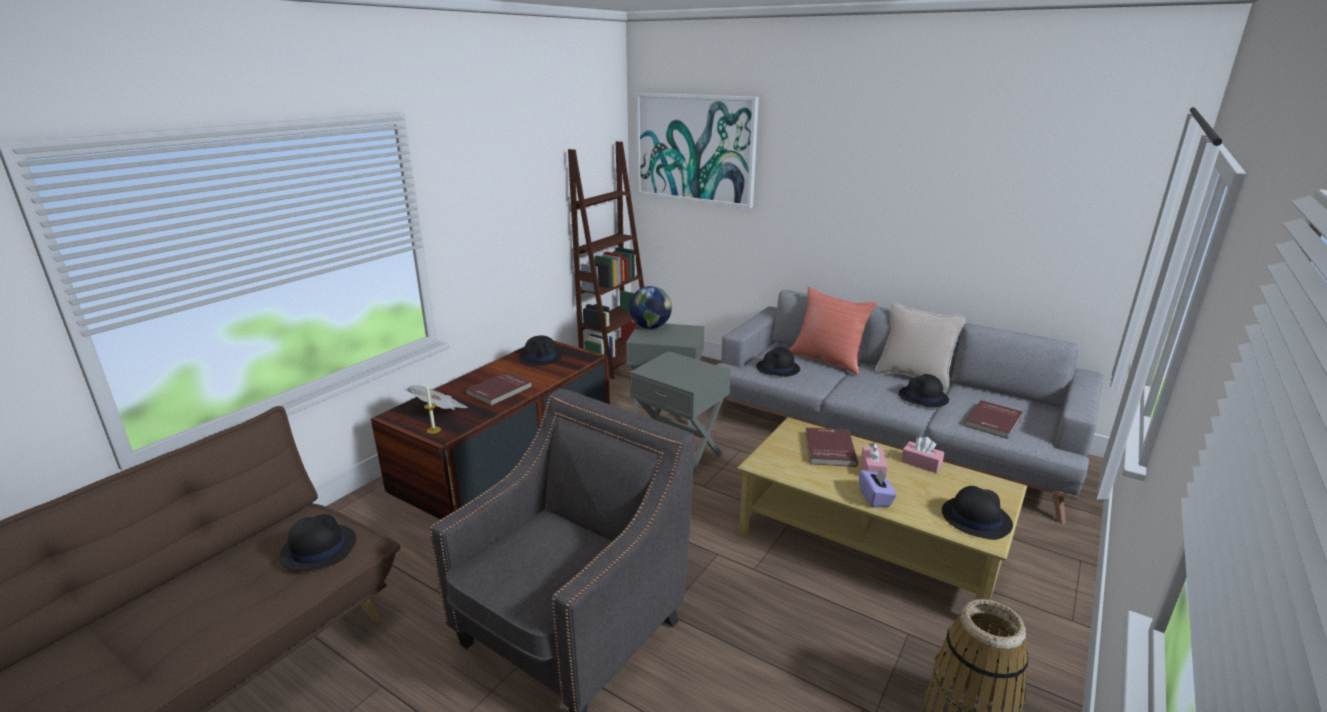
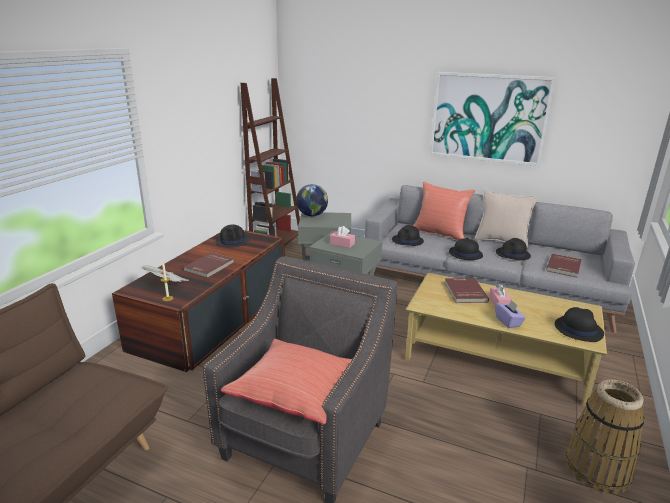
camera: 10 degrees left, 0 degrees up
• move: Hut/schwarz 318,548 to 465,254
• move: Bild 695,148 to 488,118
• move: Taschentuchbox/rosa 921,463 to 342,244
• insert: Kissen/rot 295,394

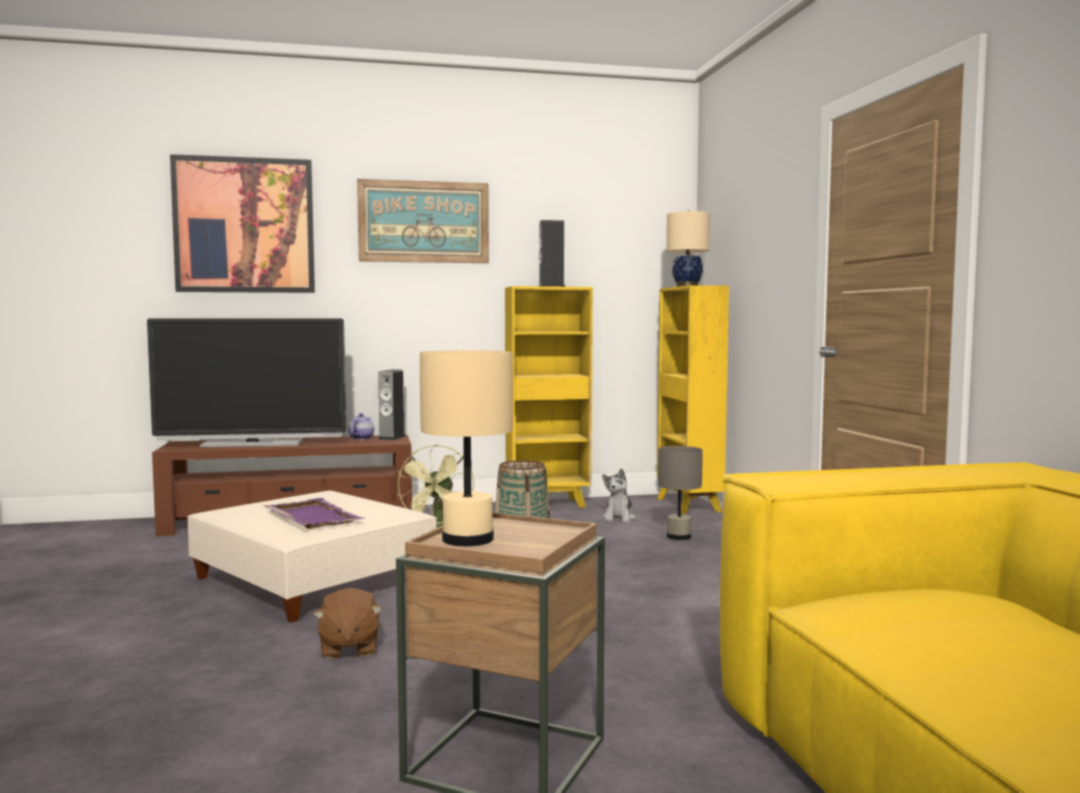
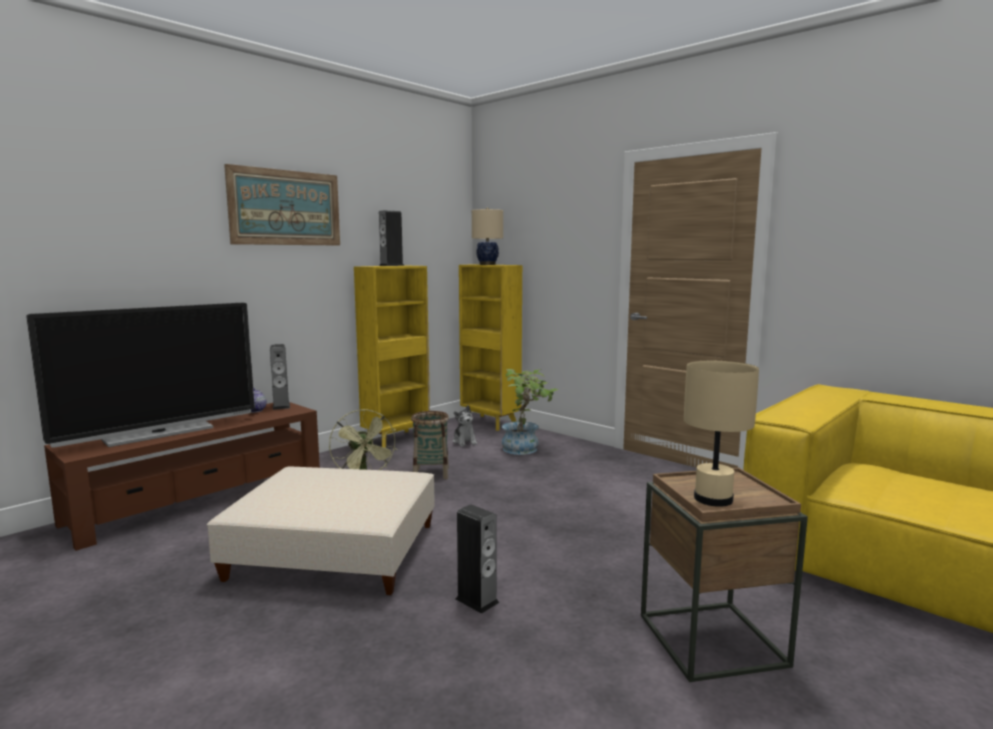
camera: 35 degrees left, 5 degrees up
• delete: Bild 244,225
• delete: Tablett/lila 312,516
• replace: Plüschtier/braun 348,648 to Lautsprecher 477,601
• replace: Tischlampe/grau 679,537 to Topfpflanze 525,449

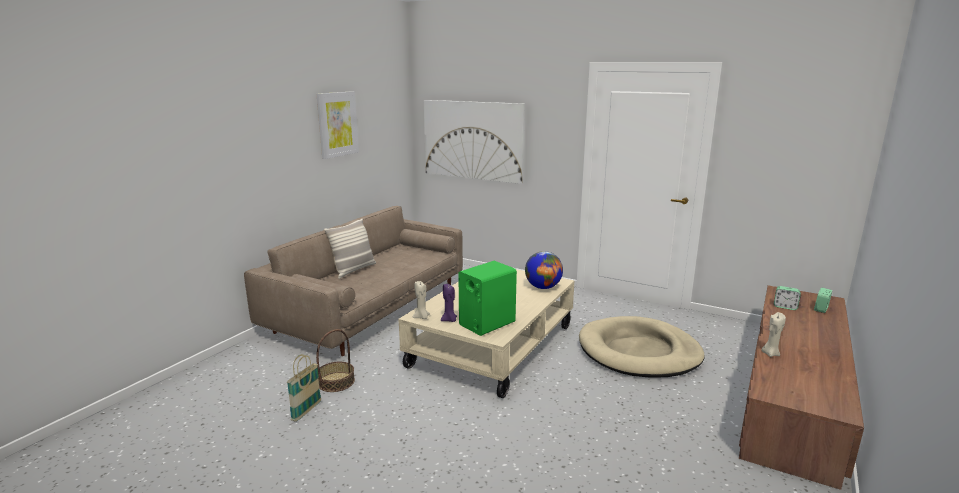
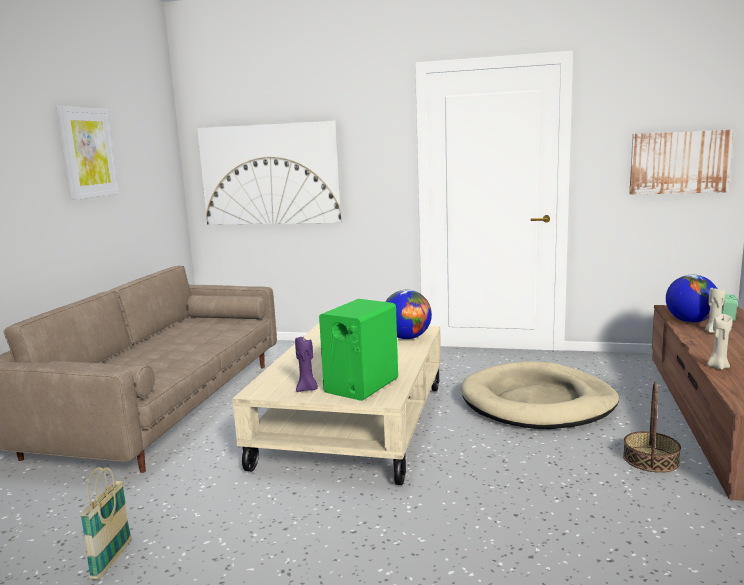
camera: 15 degrees left, 5 degrees down
• move: Korb 336,382 to 650,459
• delete: Kissen 353,270
• move: Kerze/beige 421,317 to 714,331
• replace: Wecker 785,307 to Globus 690,321
• insert: Bild 679,162

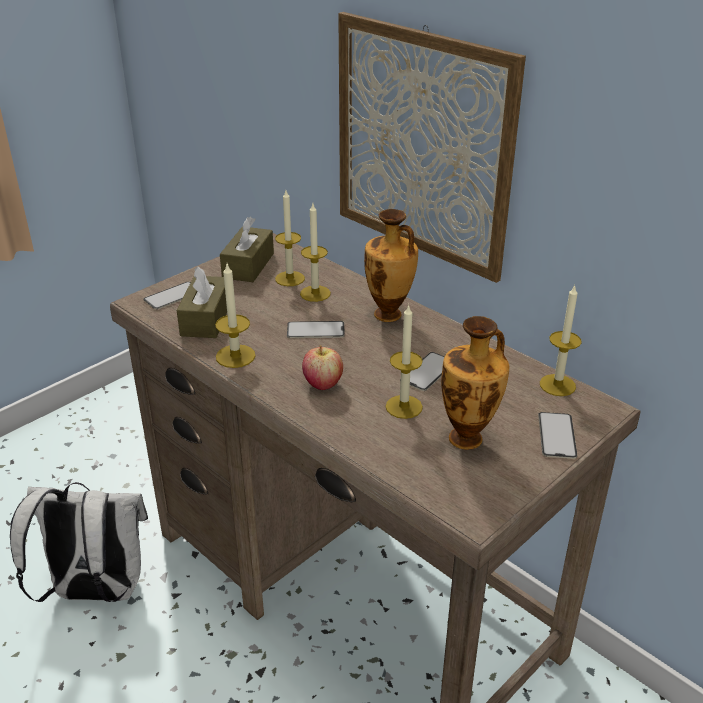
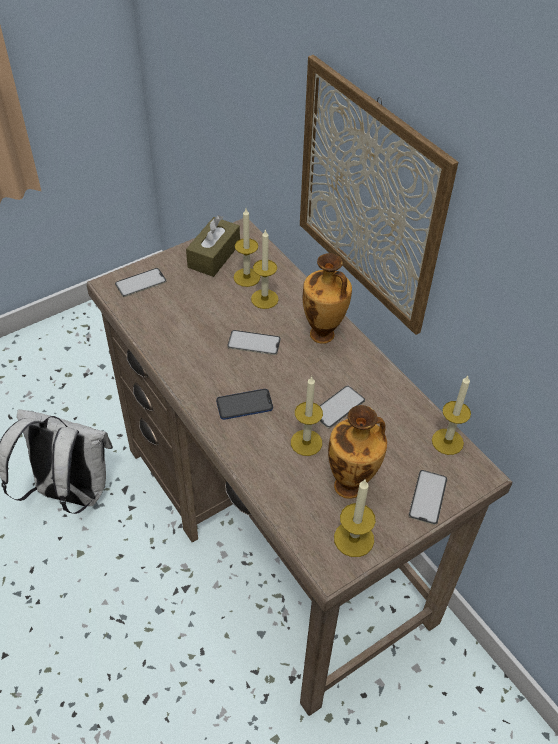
camera: 10 degrees right, 15 degrees up
• delete: Taschentuchbox/braun 206,319
• move: Kerze 235,356 to 354,538
• replace: Apfel 323,384 to Handy 244,405

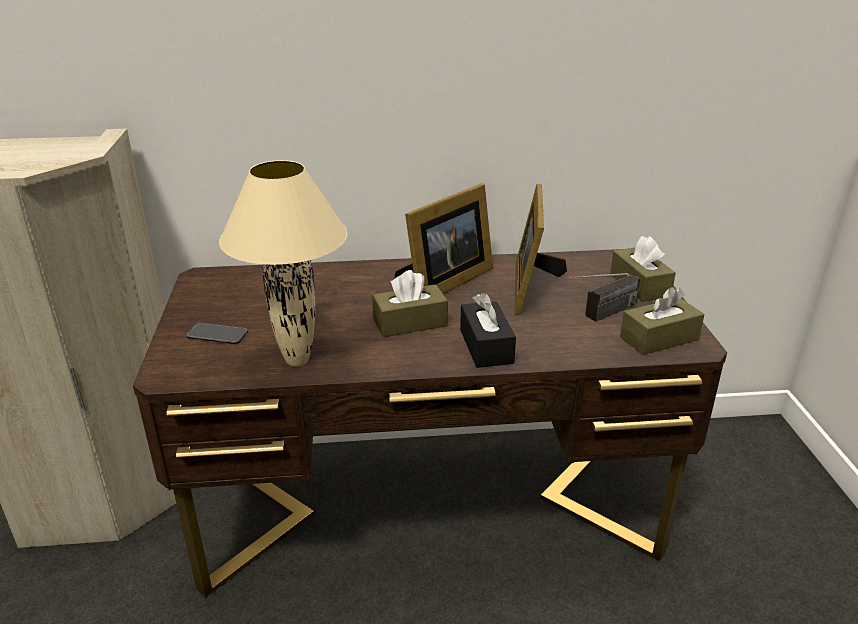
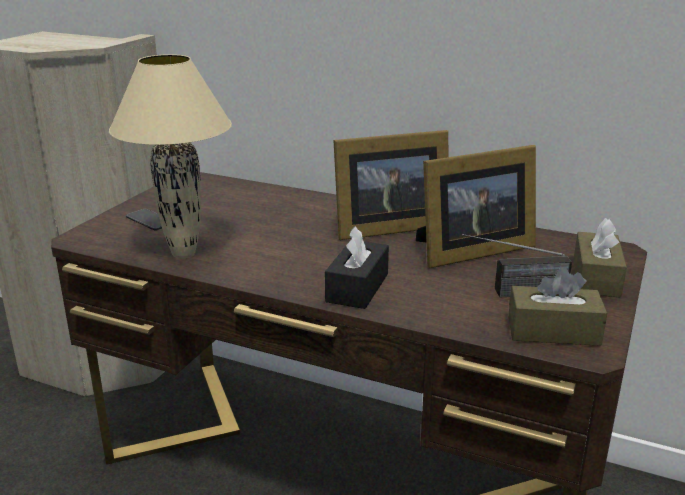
camera: 30 degrees right, 5 degrees down
• delete: Taschentuchbox/braun 410,323
• rotate: Bilderrahmen 532,287 = 470,251 150 degrees counterclockwise

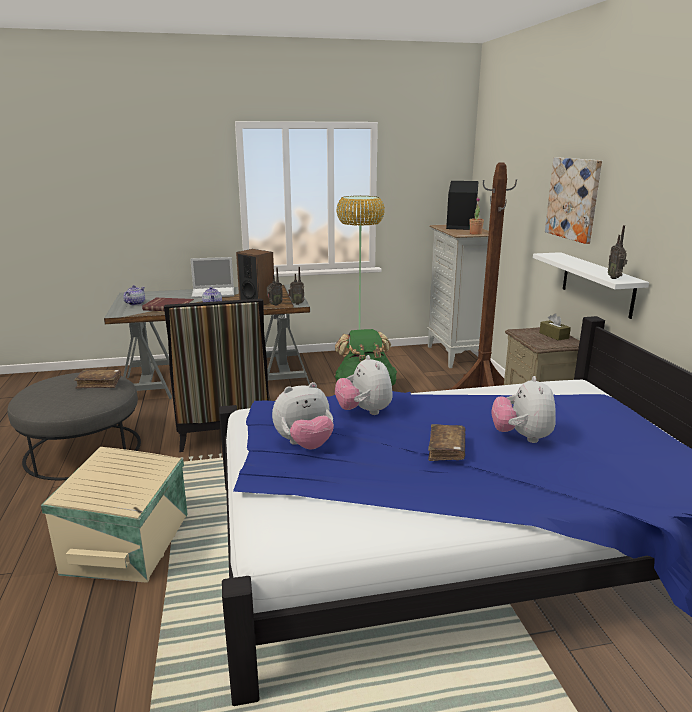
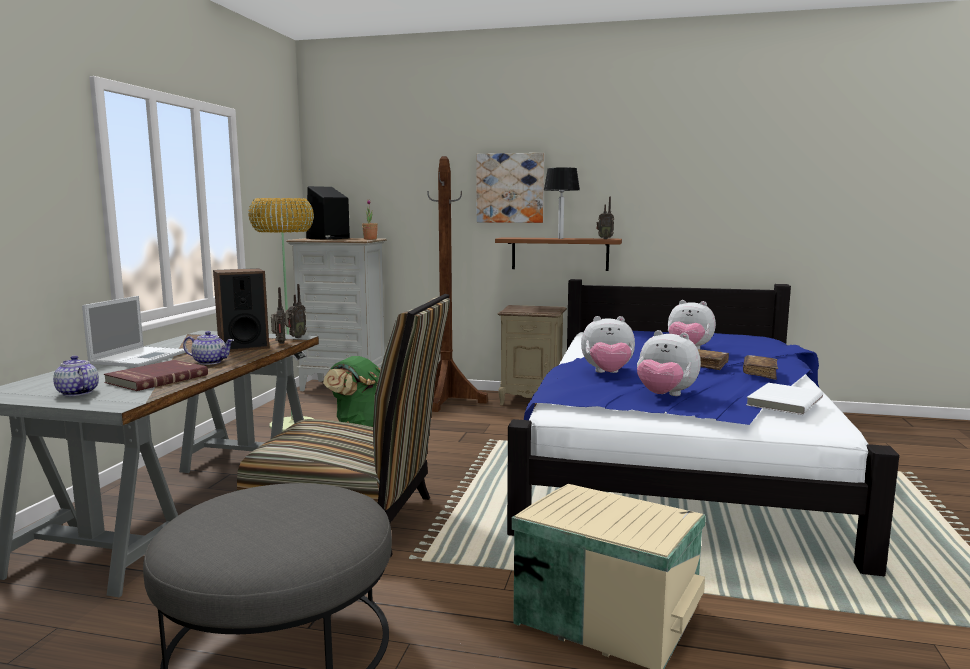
camera: 65 degrees left, 10 degrees down
• move: Buch/braun 99,383 to 759,373
• rotate: Plüschtier 305,445 = 665,396 120 degrees clockwise
• recolor: Wandregal/weiß 597,284 to Wandregal/braun 559,254
• delete: Taschentuchbox/braun 554,335
• insert: Tischlampe 561,238
• insert: Buch/weiß 783,401

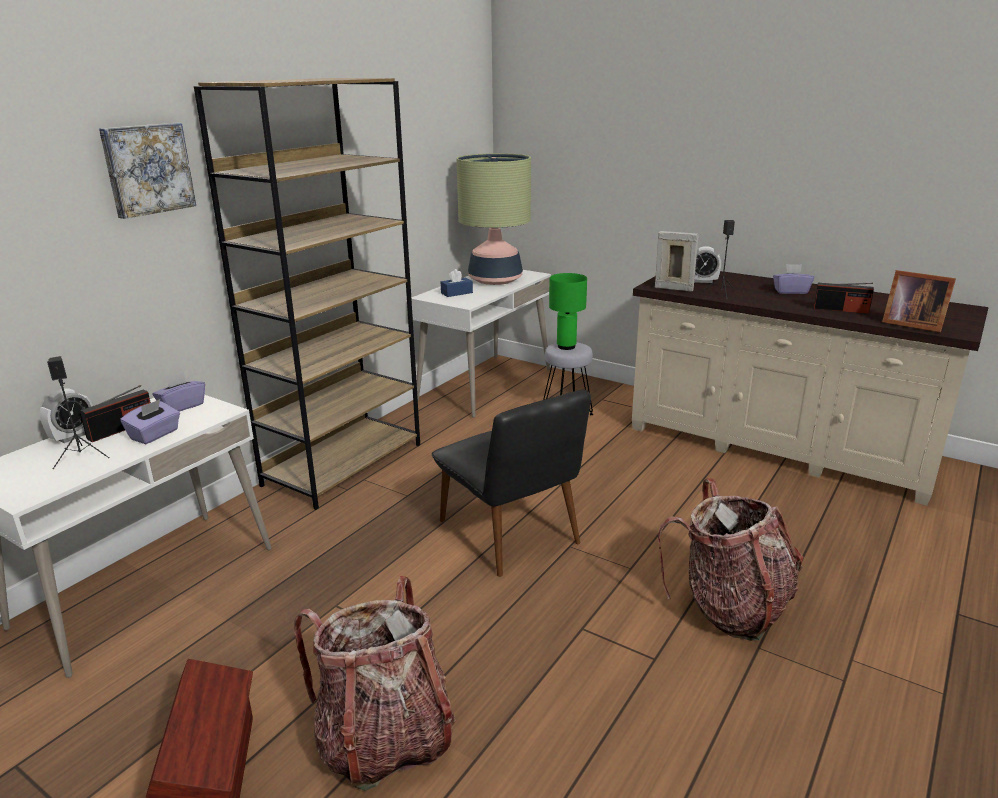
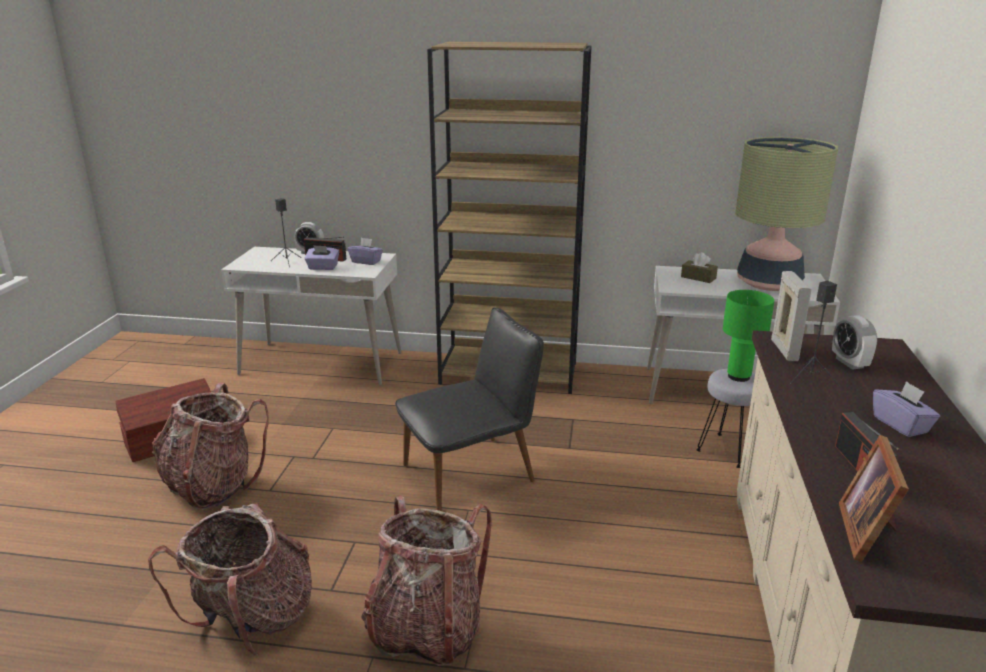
camera: 65 degrees right, 0 degrees up
• delete: Bild 147,169
• rotate: Stuhl/schwarz 508,532 = 468,472 150 degrees counterclockwise
• recolor: Taschentuchbox/blau 456,293 to Taschentuchbox/braun 698,278
• insert: Rucksack 252,620

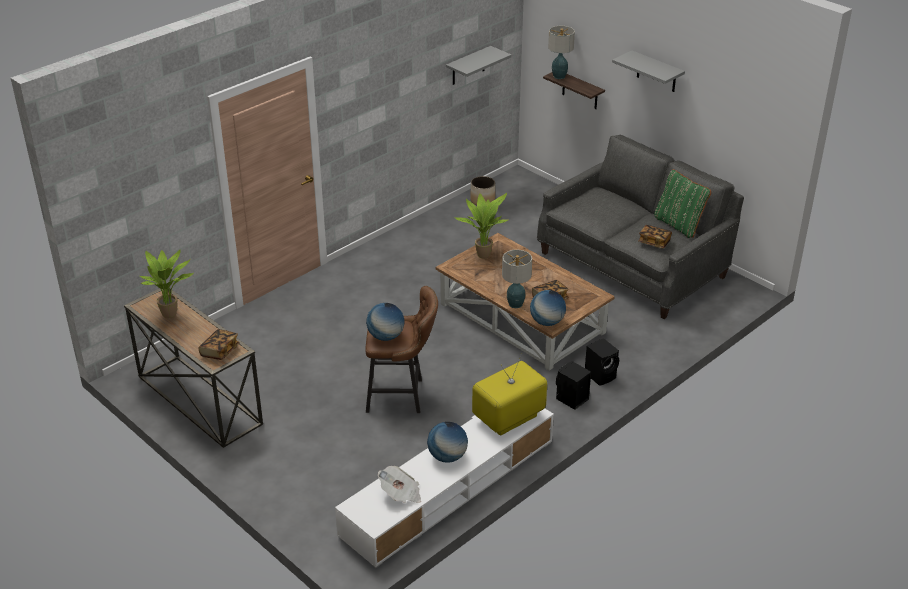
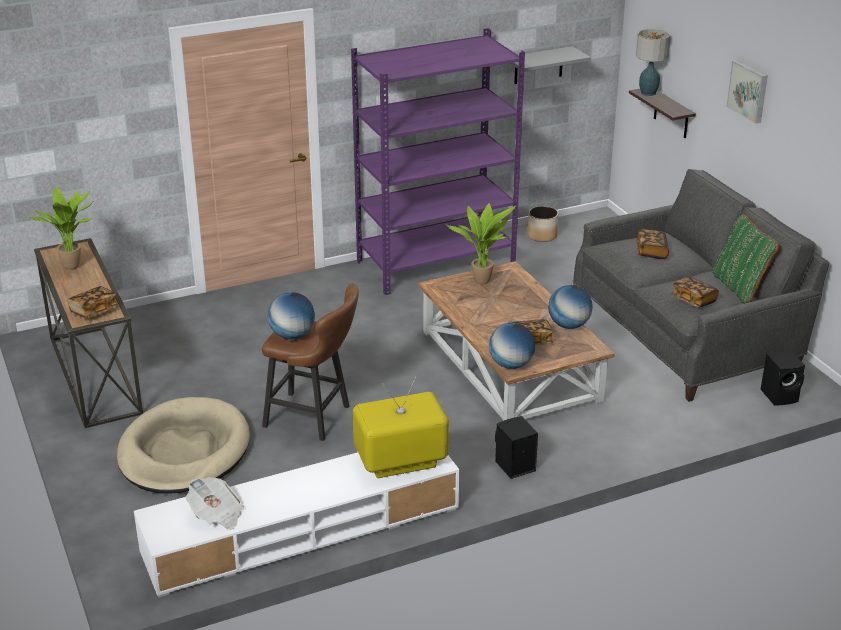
camera: 20 degrees right, 5 degrees down
• move: Globus 447,456 to 569,325
• delete: Tischlampe 515,304
• move: Lautsprecher/schwarz 601,375 to 780,396
• replace: Wandregal/grau 656,72 to Bild 748,91
• insert: Hundebett/beige 184,451
• insert: Bücherregal/lila 436,263
• insert: Buch 651,252

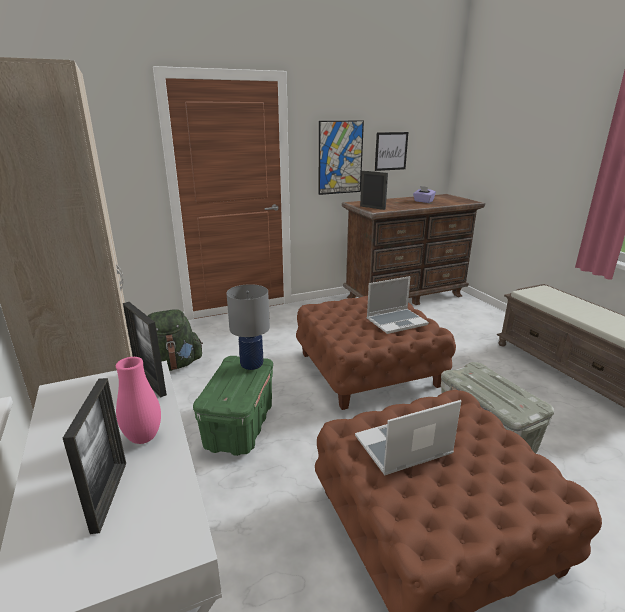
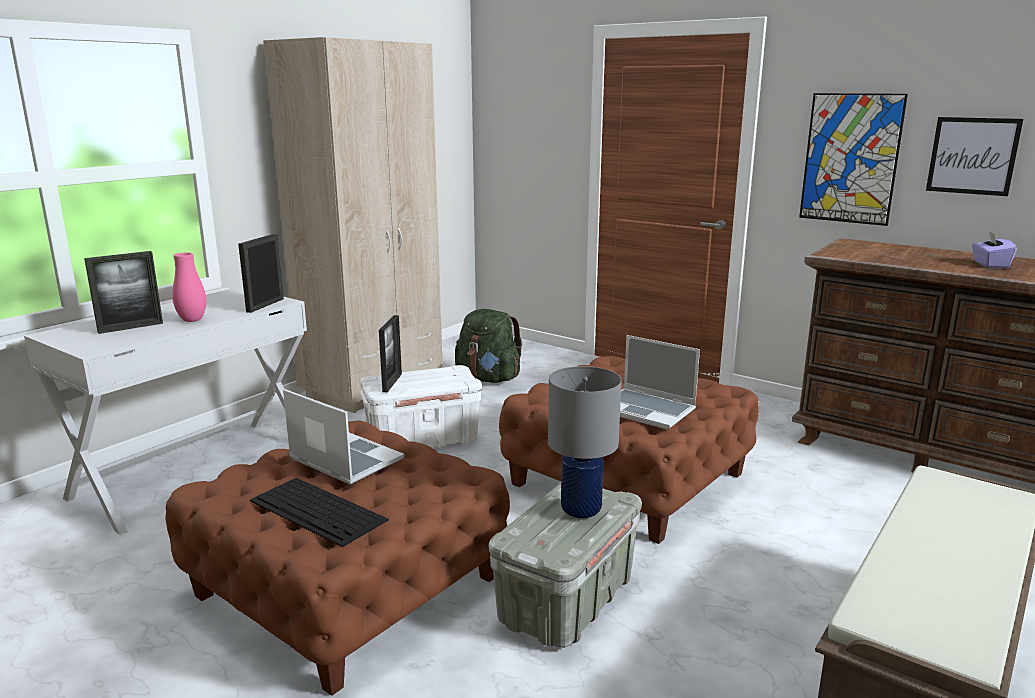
camera: 60 degrees right, 5 degrees down
• recolor: Aufbewahrungsbox/grün 239,426 to Aufbewahrungsbox/weiß 423,440
• move: Tischlampe/grau 252,366 to 581,512
• move: Bilderrahmen 372,207 to 392,382
• insert: Tastatur 319,510

